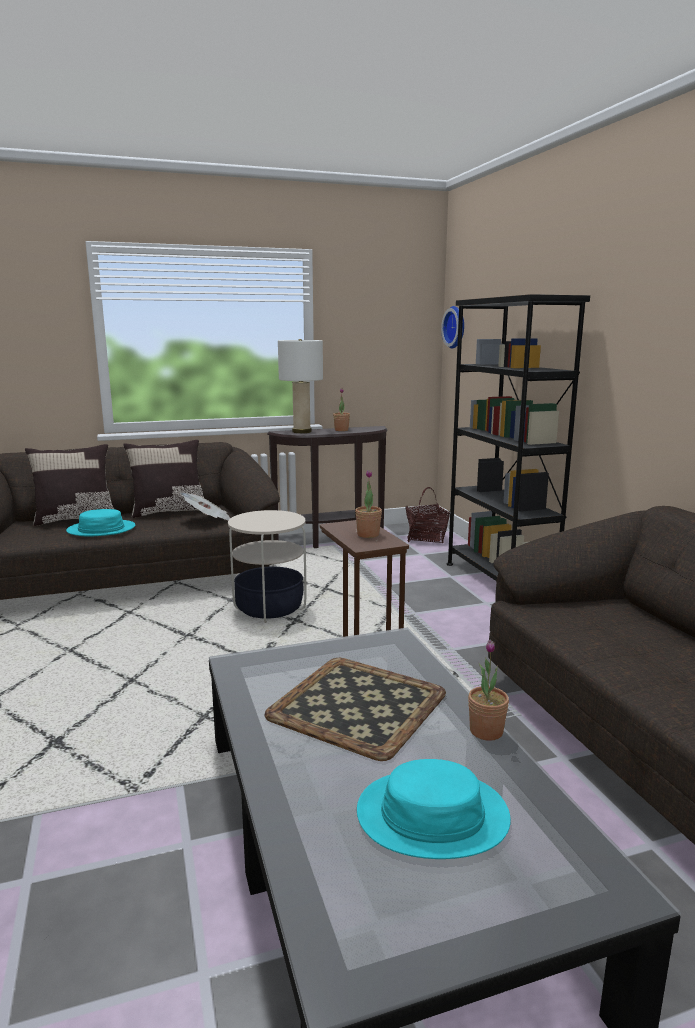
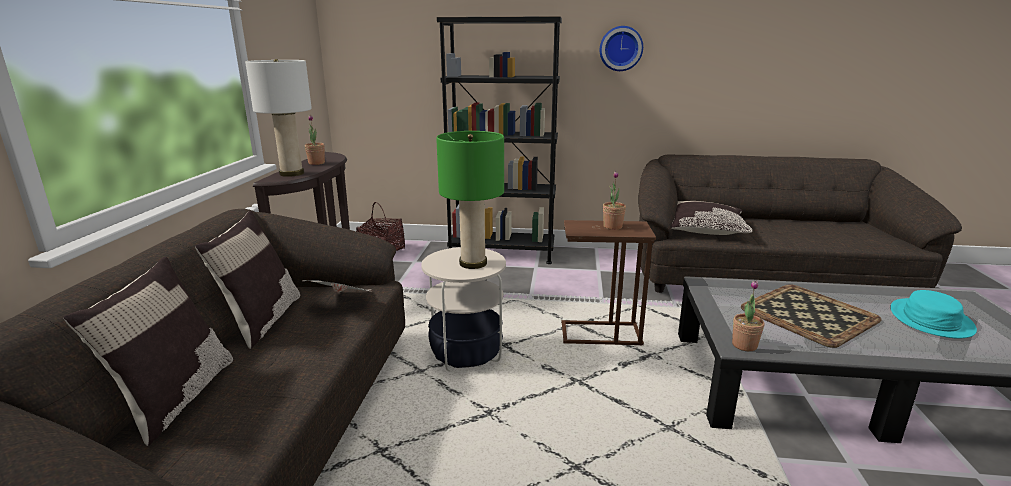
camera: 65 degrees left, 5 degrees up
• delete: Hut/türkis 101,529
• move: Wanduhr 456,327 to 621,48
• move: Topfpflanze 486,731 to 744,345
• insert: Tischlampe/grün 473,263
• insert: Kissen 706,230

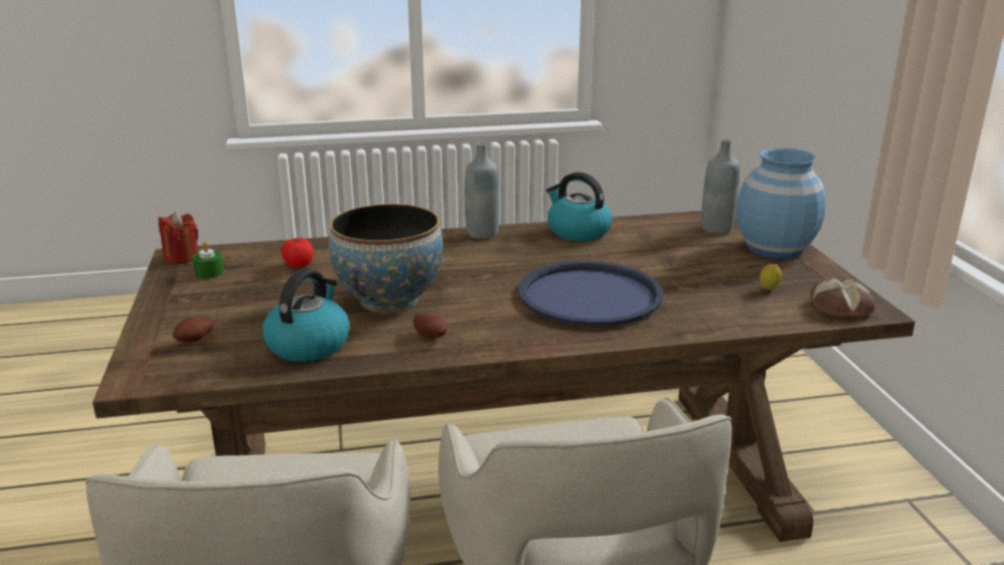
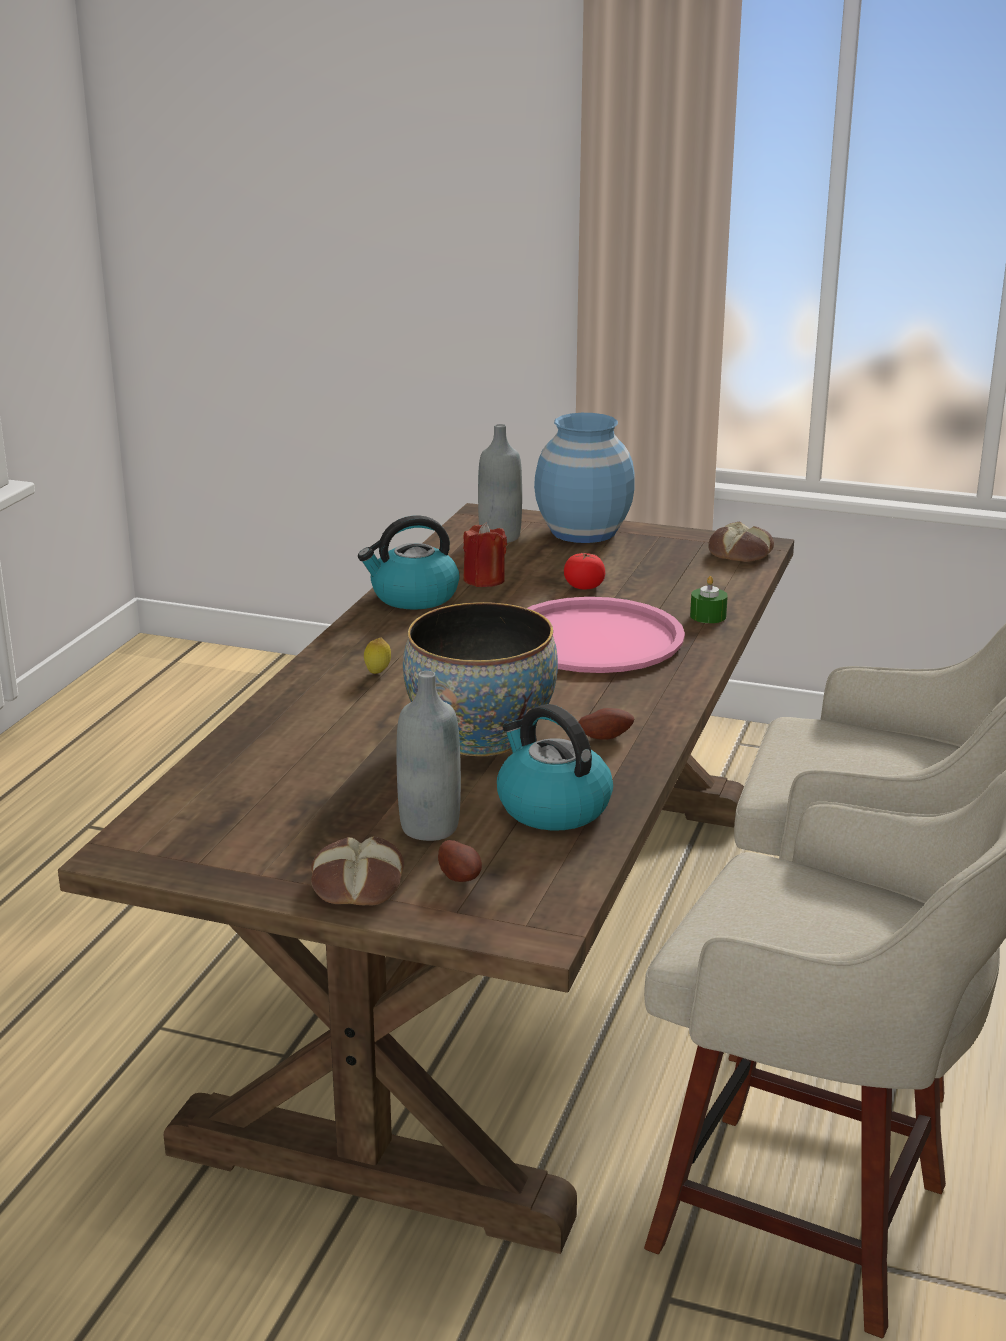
camera: 60 degrees left, 0 degrees up
• move: Kerze/rot 182,257 to 484,580
• move: Kerze/grün 209,273 to 708,616
• move: Tomate 299,264 to 584,586
• move: Flasche/grau 482,233 to 429,827
• recolor: Tablett/blau 589,295 to Tablett/rosa 594,638
• move: Zitrone 768,289 to 378,673
• insert: Brot 356,884

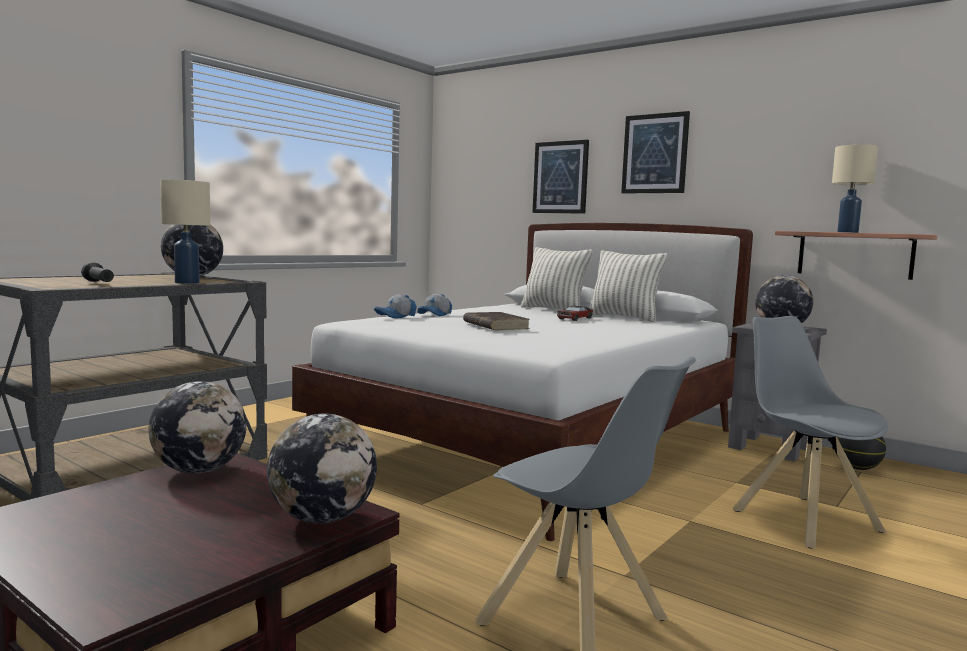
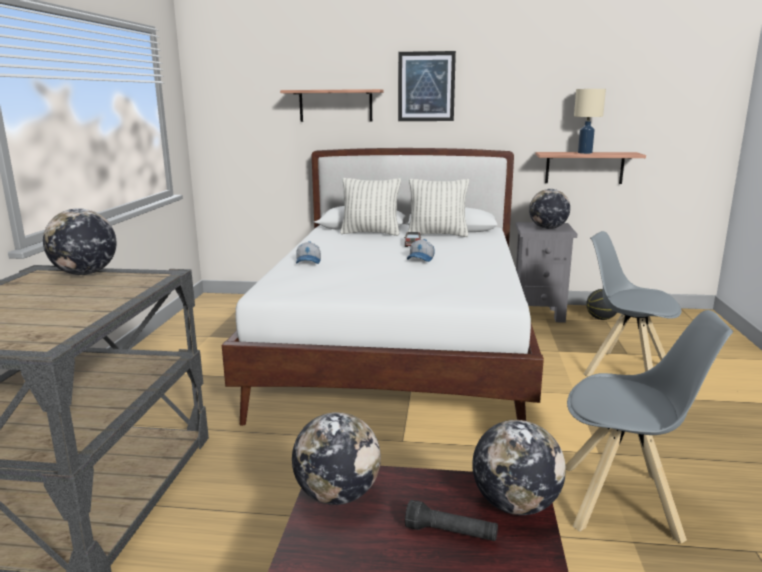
camera: 30 degrees left, 10 degrees up
• move: Taschenlampe/schwarz 99,283 to 451,533
• delete: Tischlampe/beige 186,283
• move: Kappe 396,316 to 421,259
• delete: Buch/braun 495,325
• replace: Bild 560,177 to Wandregal 335,105

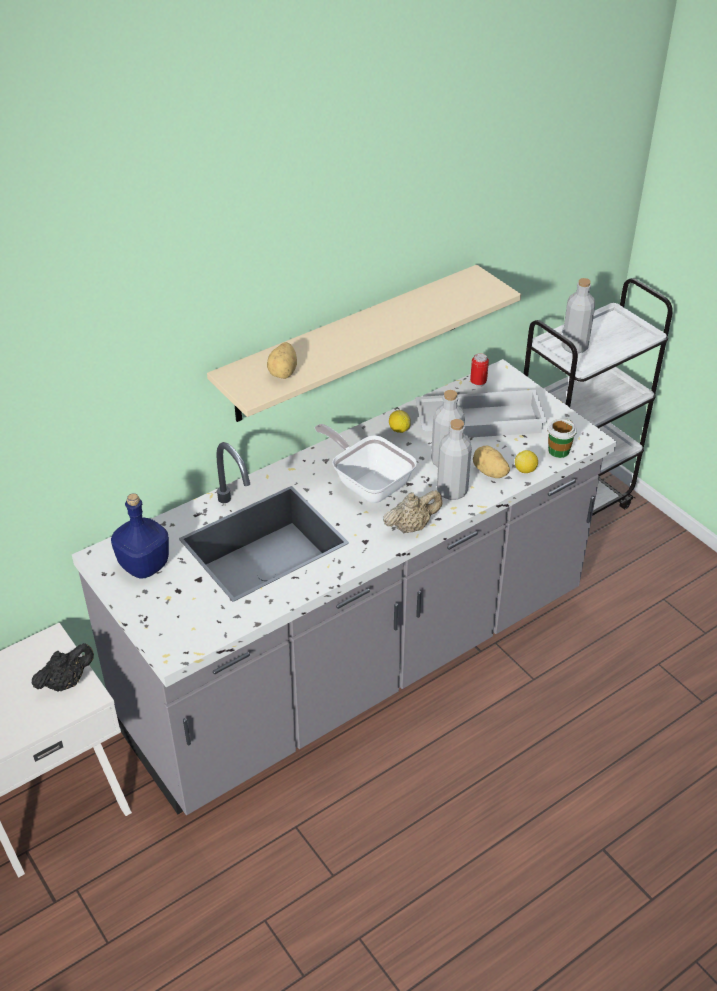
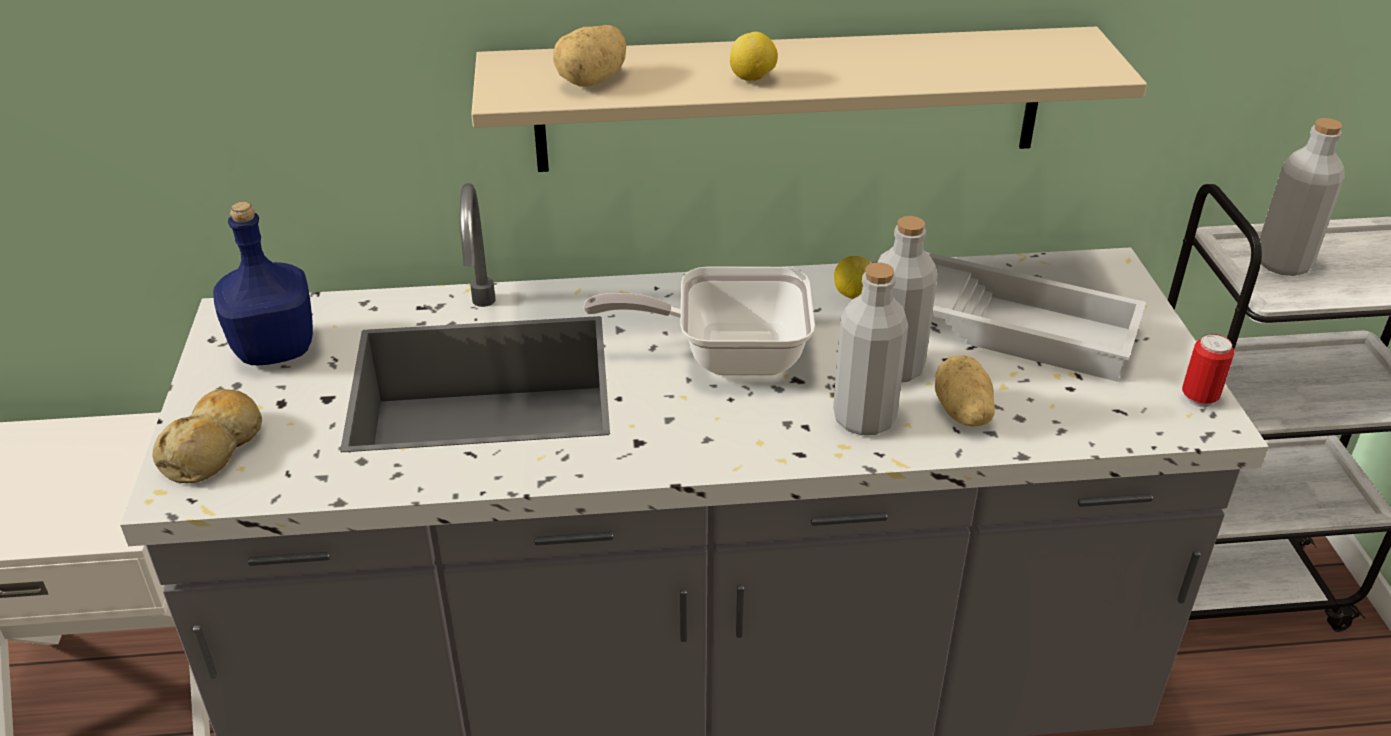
camera: 30 degrees right, 5 degrees down
• delete: Teekanne/schwarz 66,682
• rotate: Pfanne 368,483 = 727,355 75 degrees counterclockwise
• delete: Teekanne/beige 411,527
• move: Dose 478,382 to 1199,398
• move: Zitrone 525,470 to 753,79
• delete: Tasse 558,451
• insert: Brot 215,448

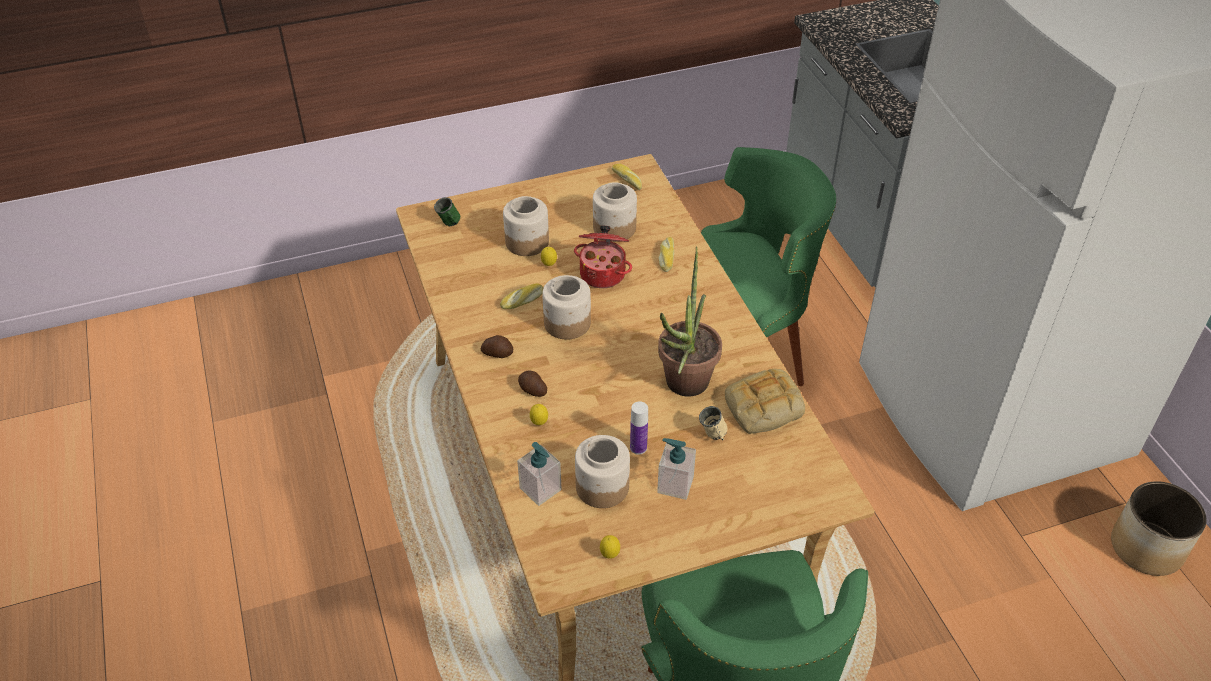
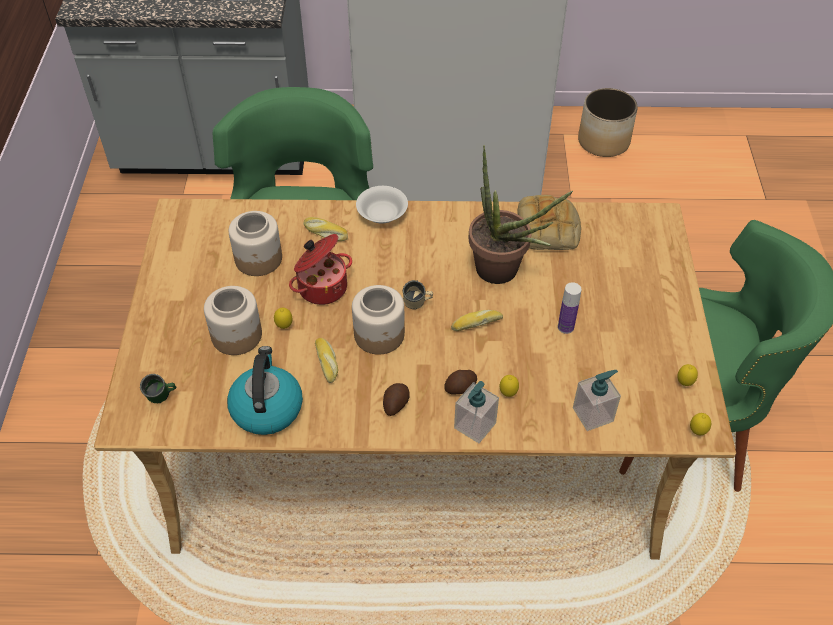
camera: 70 degrees left, 5 degrees up
• delete: Vorratsglas 601,487
• move: Brot 628,180 to 476,323
• move: Seifenspender 675,485 to 474,425
• move: Henkelbecher/beige 713,436 to 417,305
• insert: Wasserkessel 266,407
• insert: Schüssel/weiß 383,214
• insert: Zitrone 697,432

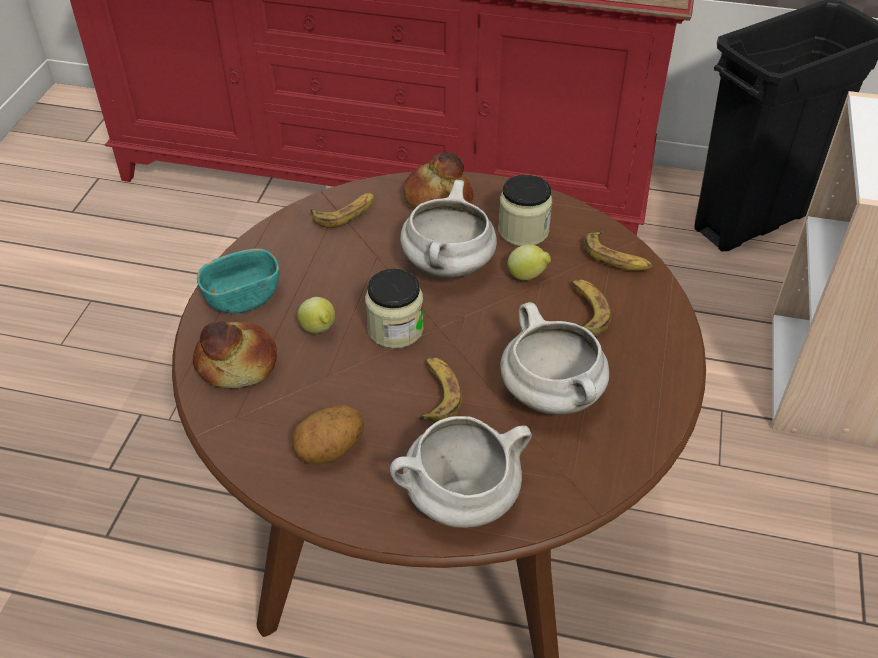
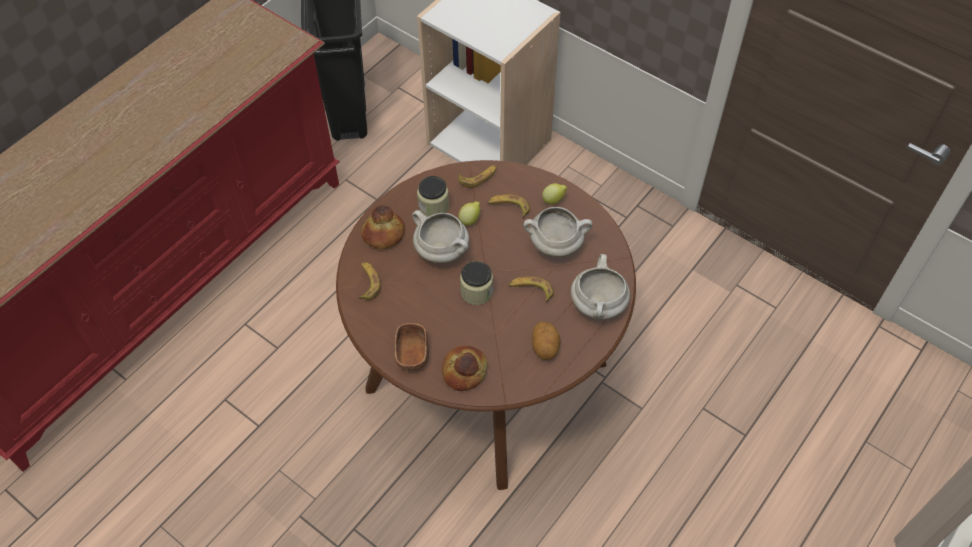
camera: 65 degrees left, 10 degrees up
• recolor: Schüssel/türkis 243,297 to Schüssel/braun 412,354
• move: Zitrone 319,330 to 554,200

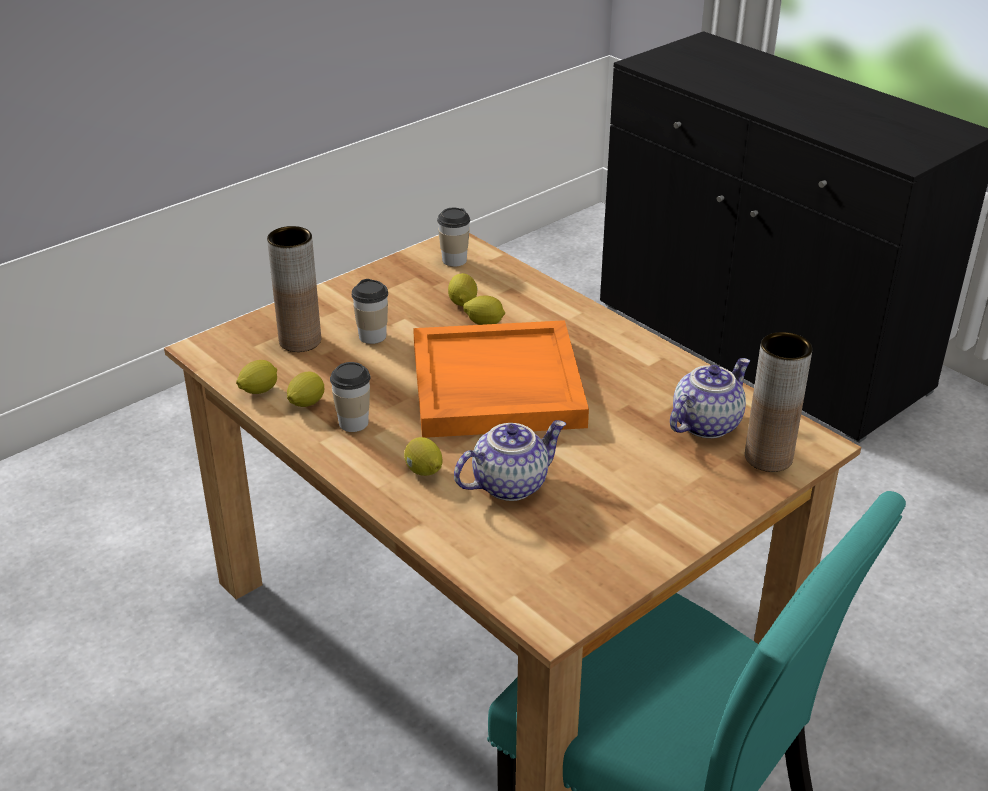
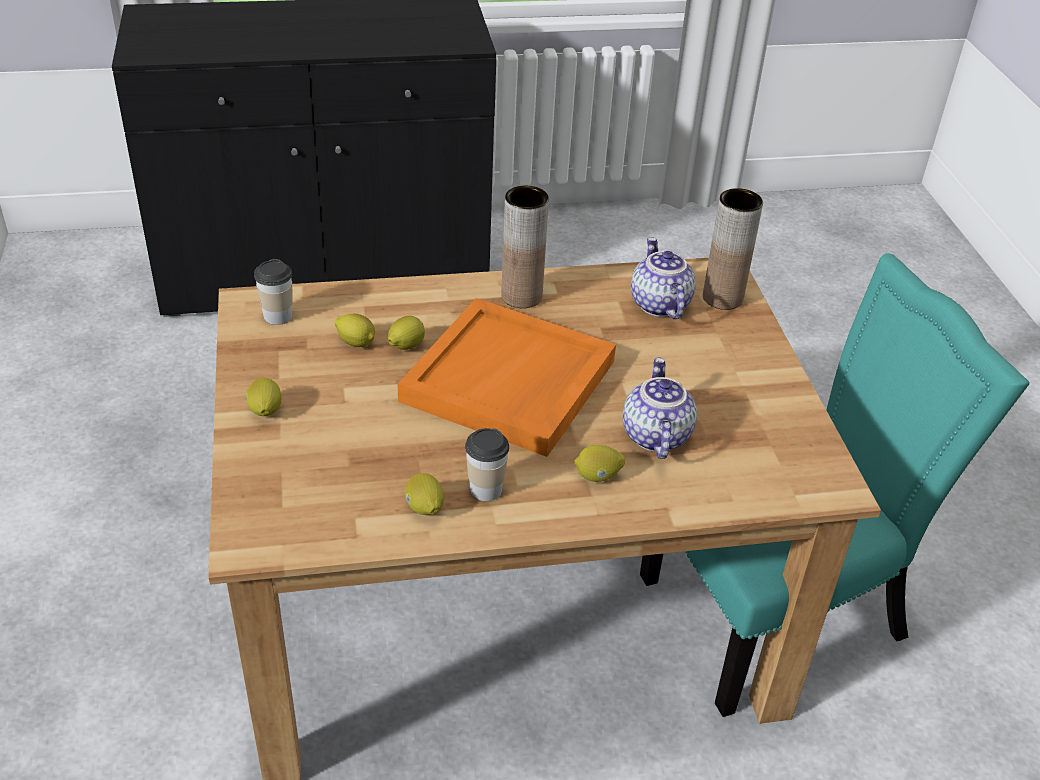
camera: 60 degrees left, 5 degrees up
• move: Zitrone 258,391 to 265,411
• move: Vase/braun 300,341 to 521,296
• delete: Tasse 372,336

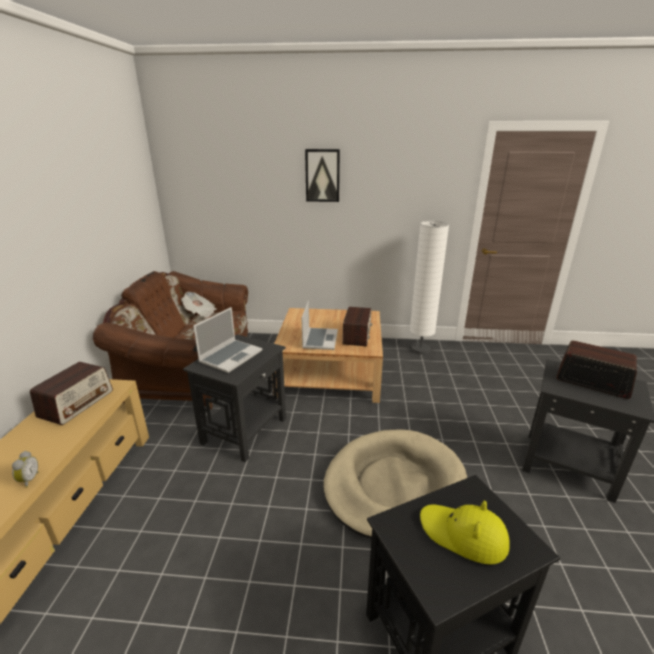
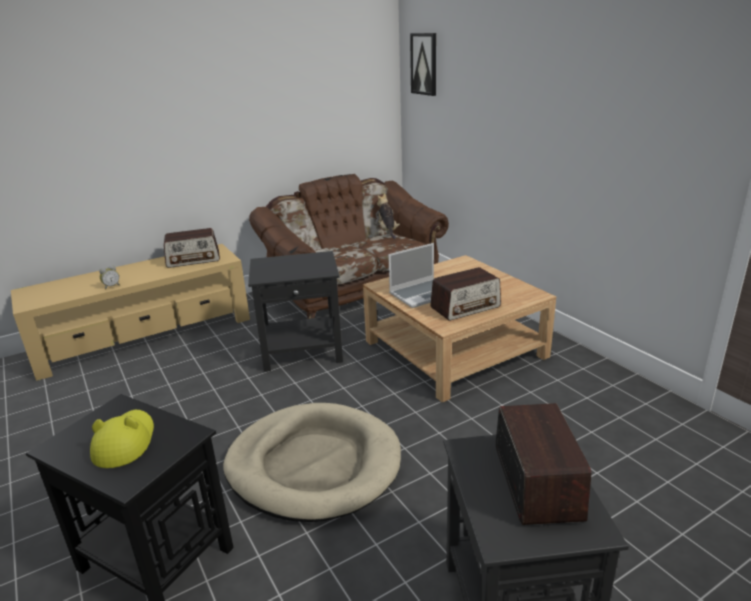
camera: 55 degrees right, 0 degrees up
• replace: Zeitung 200,312 to Plüschtier 388,231
• delete: Laptop 231,356
• move: Bild 322,175 to 424,64
• delete: Stehlampe/weiß 420,350

